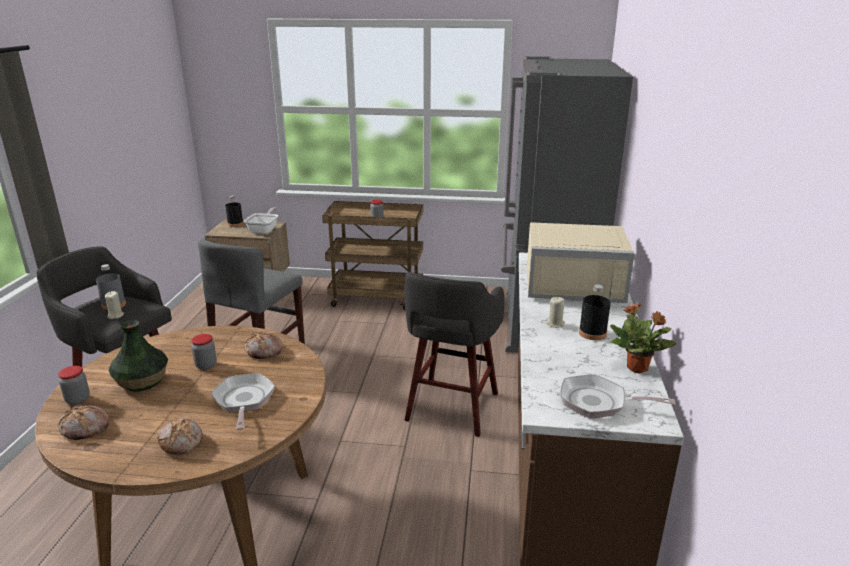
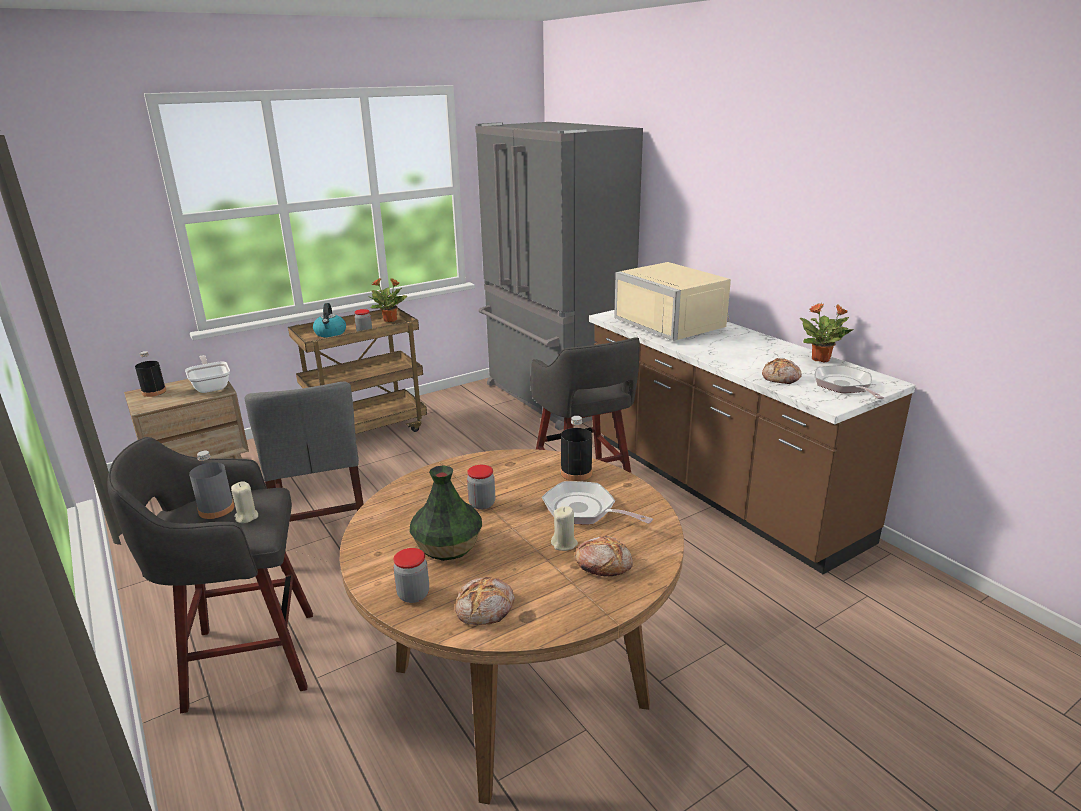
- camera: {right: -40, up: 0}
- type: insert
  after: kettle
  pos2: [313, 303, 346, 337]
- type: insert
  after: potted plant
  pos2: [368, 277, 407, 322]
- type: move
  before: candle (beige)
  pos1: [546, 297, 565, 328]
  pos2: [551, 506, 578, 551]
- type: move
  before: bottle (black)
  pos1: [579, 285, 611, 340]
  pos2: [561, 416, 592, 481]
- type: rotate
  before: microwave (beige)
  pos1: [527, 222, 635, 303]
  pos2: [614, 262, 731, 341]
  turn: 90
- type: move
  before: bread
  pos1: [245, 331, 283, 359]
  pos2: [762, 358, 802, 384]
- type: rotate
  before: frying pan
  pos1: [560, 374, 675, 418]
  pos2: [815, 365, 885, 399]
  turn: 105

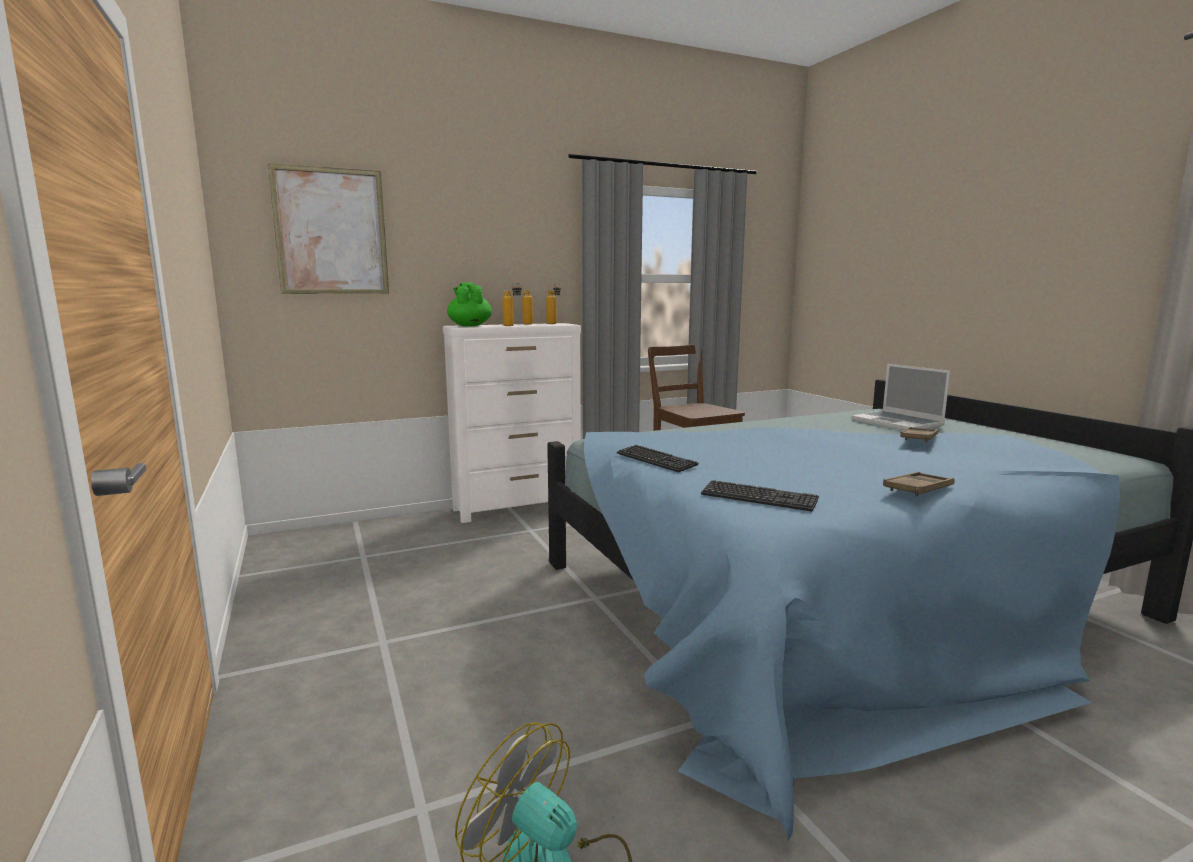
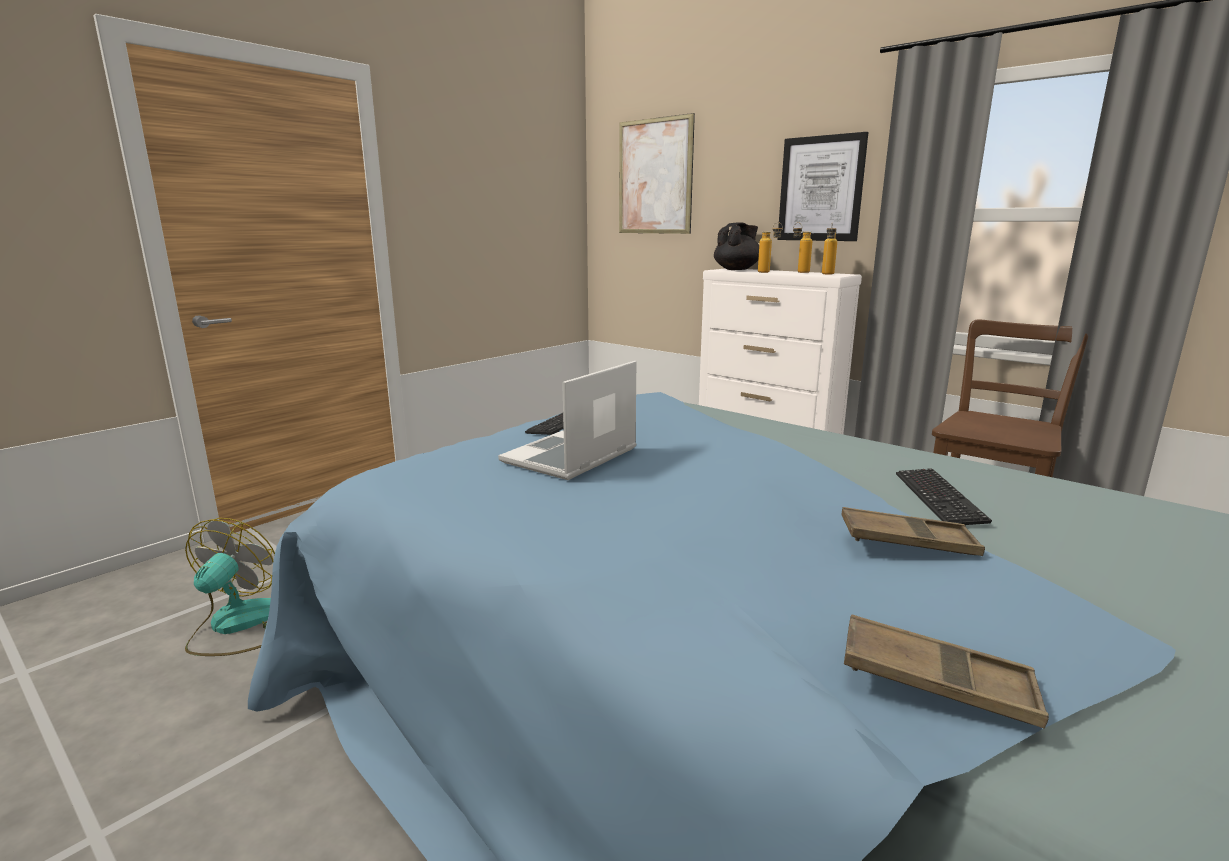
- camera: {right: 65, up: 5}
- type: move
  before: laptop
  pos1: [851, 364, 950, 430]
  pos2: [498, 361, 636, 480]
- type: recolor
  before: teapot (green)
  after: teapot (black)
  pos1: [447, 282, 492, 327]
  pos2: [714, 222, 759, 270]
- type: insert
  after: picture
  pos2: [778, 132, 868, 241]
- type: move
  before: tray (brown)
  pos1: [883, 472, 954, 497]
  pos2: [844, 615, 1049, 729]
- type: move
  before: keyboard
  pos1: [701, 480, 819, 511]
  pos2: [896, 468, 992, 525]

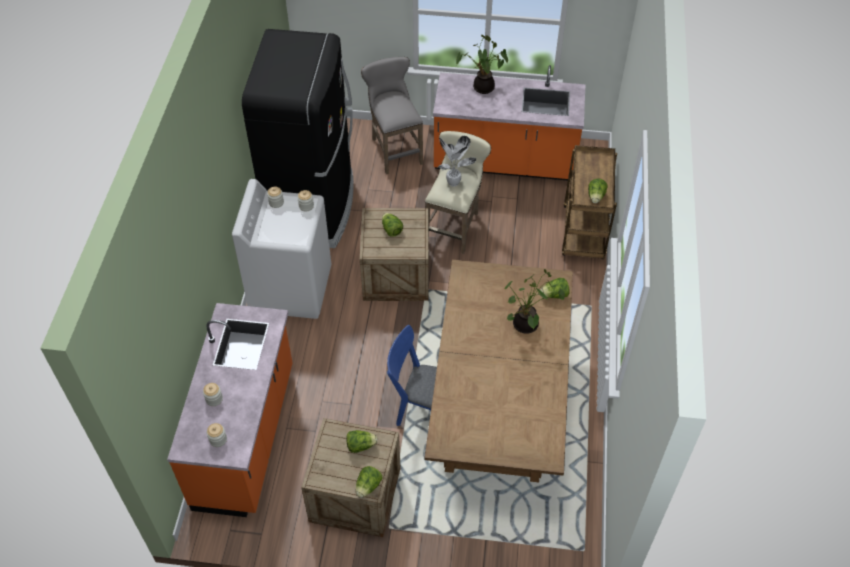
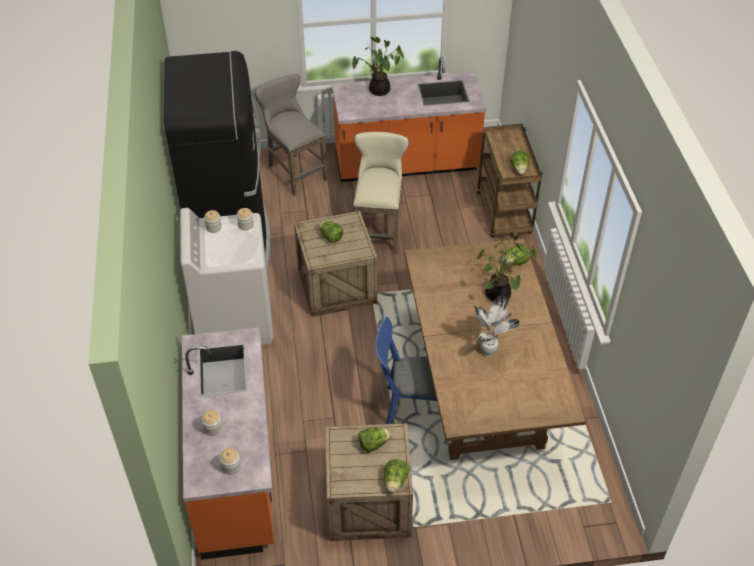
- camera: {right: -15, up: -5}
- type: move
  before: potted plant
  pos1: [438, 136, 476, 187]
  pos2: [474, 296, 520, 356]

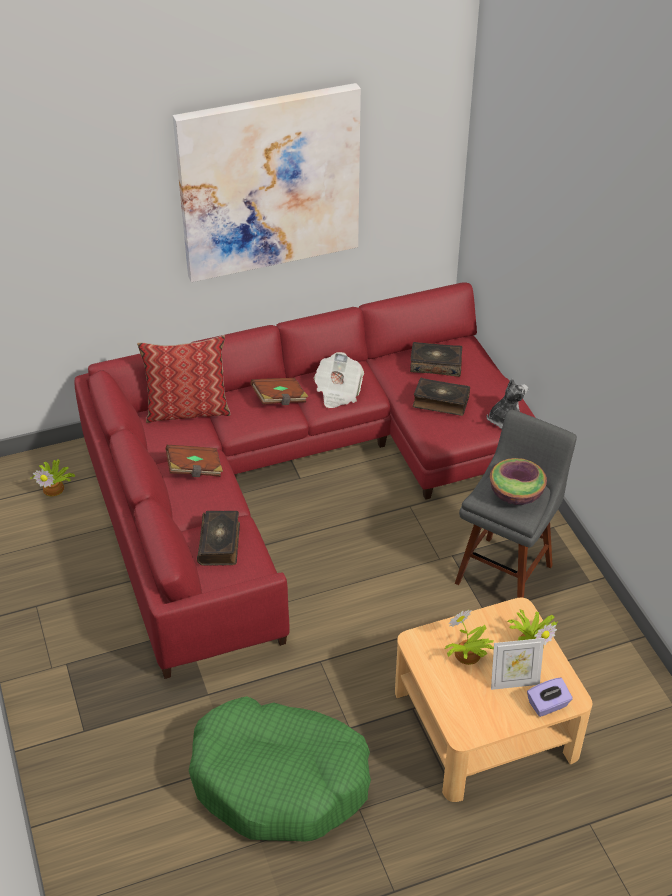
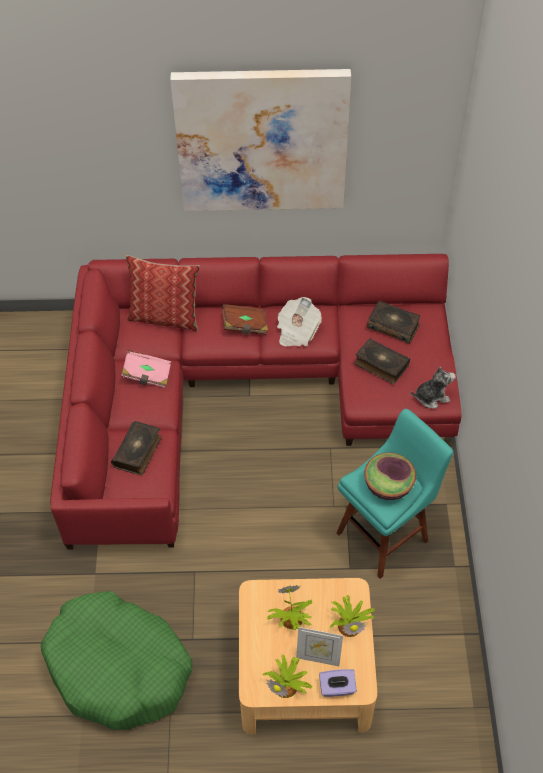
- camera: {right: 20, up: 10}
- type: recolor
  before: book (brown)
  after: book (pink)
  pos1: [166, 445, 223, 477]
  pos2: [121, 350, 171, 388]
- type: move
  before: potted plant
  pos1: [30, 459, 75, 496]
  pos2: [263, 655, 313, 698]
- type: recolor
  before: stool (grey)
  after: stool (turquoise)
  pos1: [455, 410, 577, 598]
  pos2: [336, 409, 453, 579]

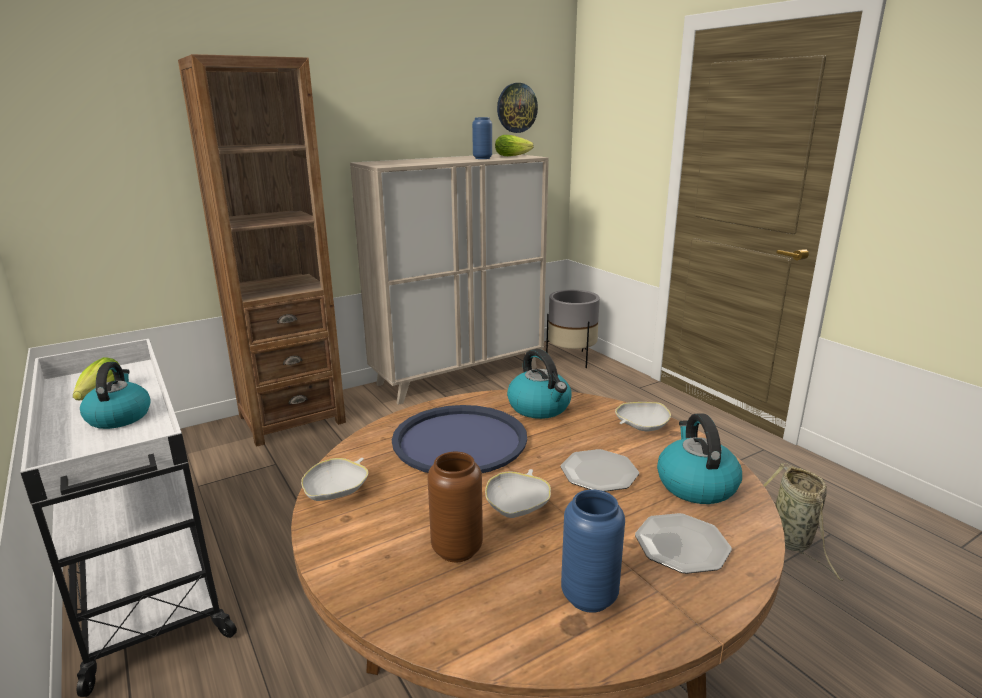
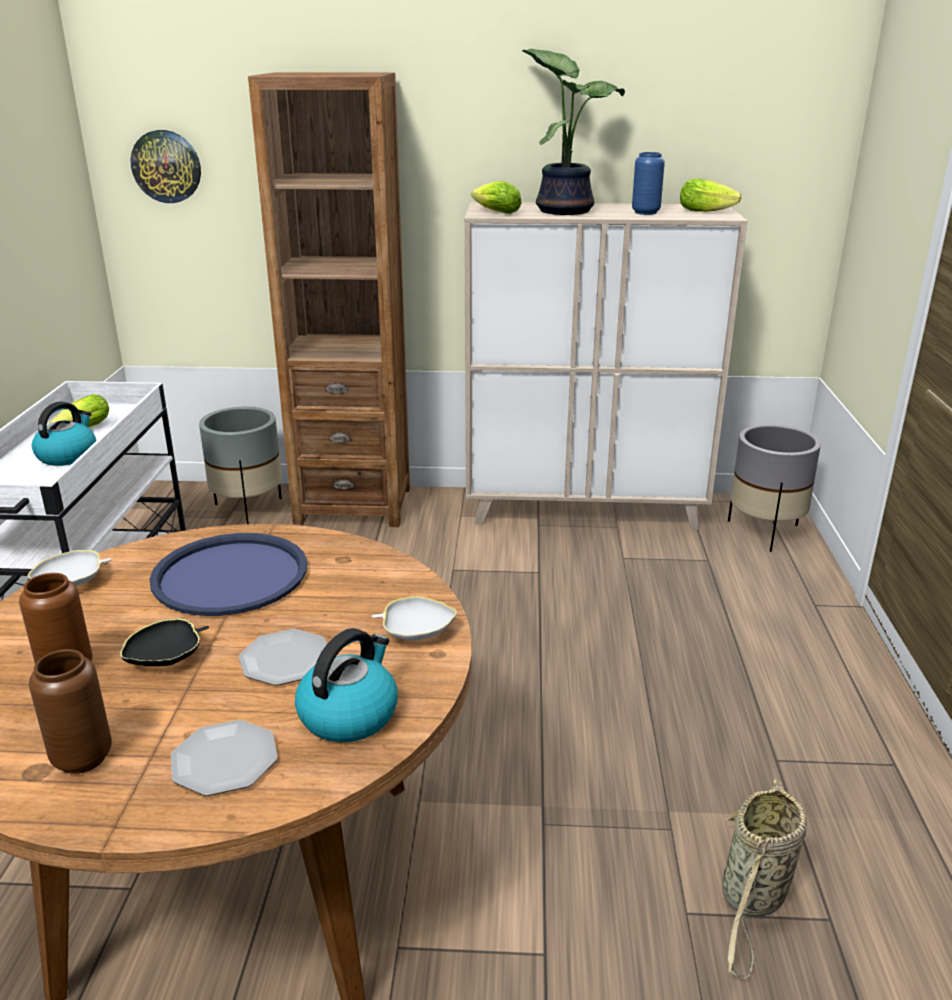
- camera: {right: 35, up: 5}
- type: recolor
  before: vase (blue)
  after: vase (brown)
  pos1: [561, 489, 625, 613]
  pos2: [29, 649, 112, 774]
- type: recolor
  before: bowl (white)
  after: bowl (black)
  pos1: [485, 469, 551, 518]
  pos2: [120, 618, 209, 666]
- type: move
  before: wall clock
  pos1: [497, 83, 538, 133]
  pos2: [130, 130, 201, 203]
- type: insert
  after: planter (grey)
  pos2: [199, 407, 282, 524]
- type: insert
  after: lettuce
  pos2: [471, 181, 522, 214]
- type: insert
  after: potted plant
  pos2: [522, 49, 625, 215]
- type: delete
  before: kettle
  pos1: [507, 349, 572, 419]

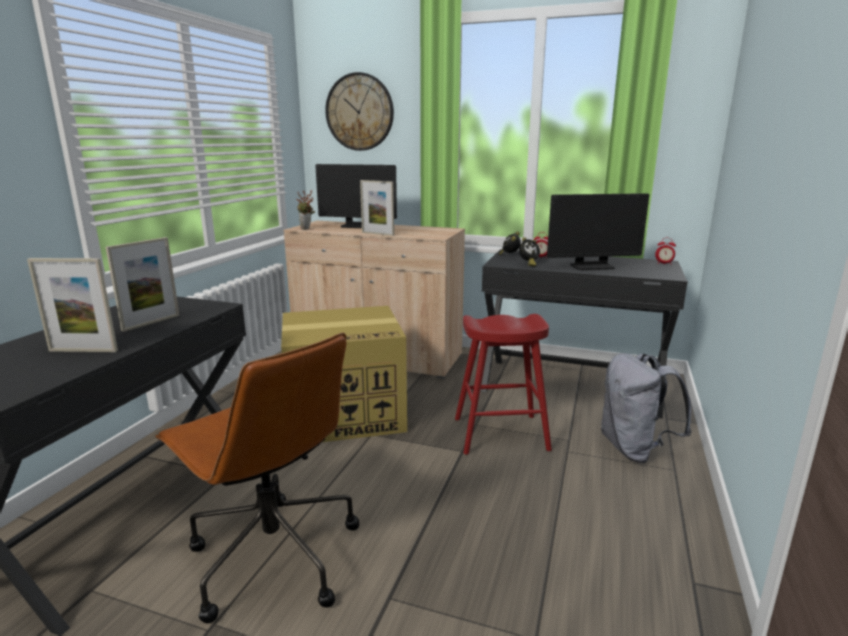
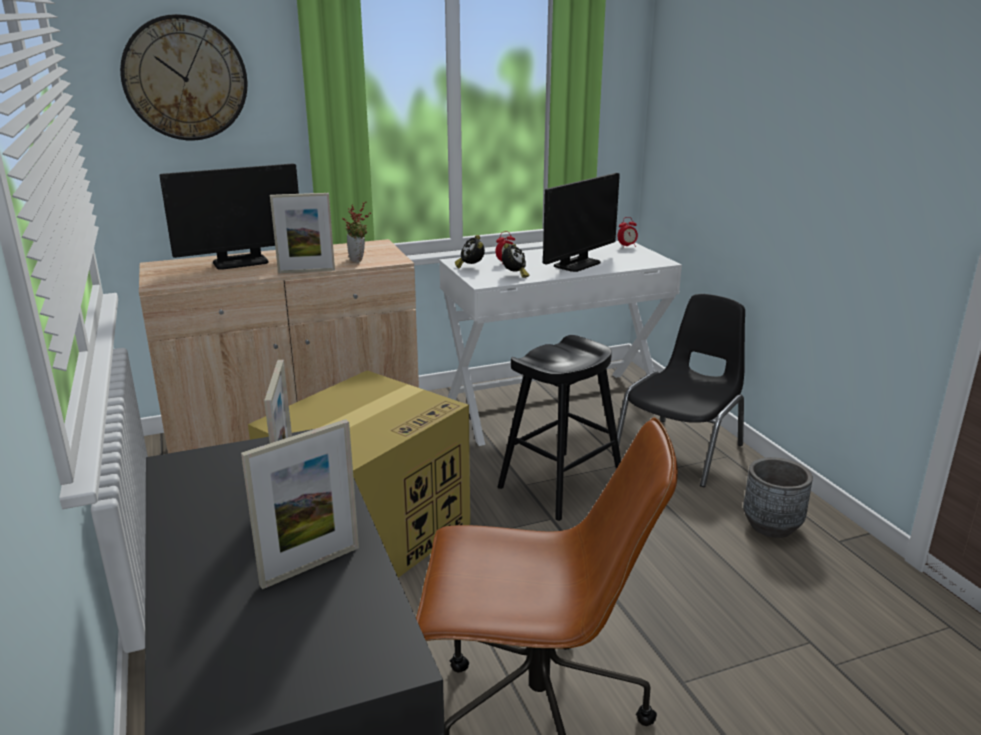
- camera: {right: -40, up: 5}
- type: move
  before: potted plant
  pos1: [296, 191, 315, 230]
  pos2: [342, 201, 371, 262]
- type: recolor
  before: desk (black)
  after: desk (white)
  pos1: [481, 249, 688, 419]
  pos2: [439, 241, 682, 446]
- type: recolor
  before: stool (red)
  after: stool (black)
  pos1: [455, 314, 552, 455]
  pos2: [498, 335, 621, 521]
- type: replace
  before: backpack (grey)
  after: chair (black)
  pos1: [601, 353, 692, 463]
  pos2: [612, 294, 745, 487]
- type: insert
  after: planter (grey)
  pos2: [743, 457, 813, 538]

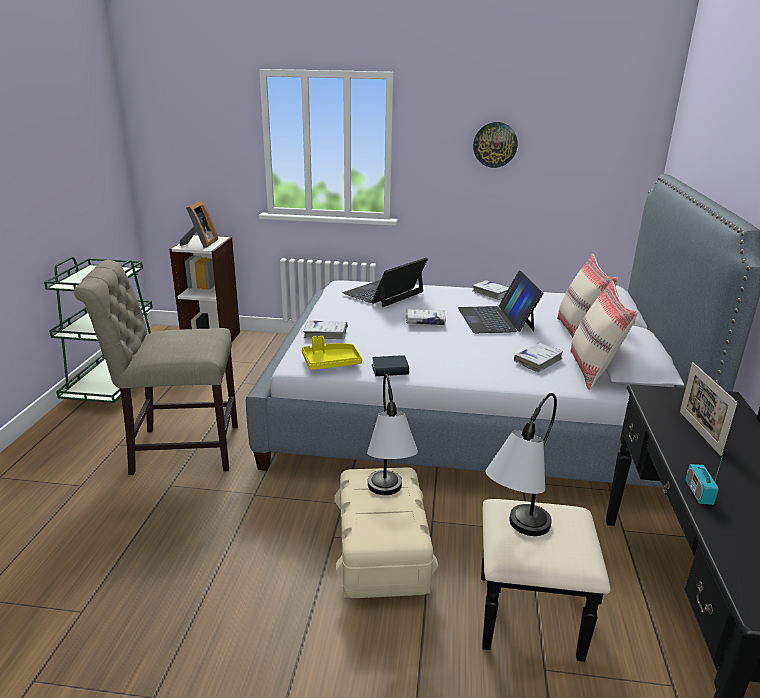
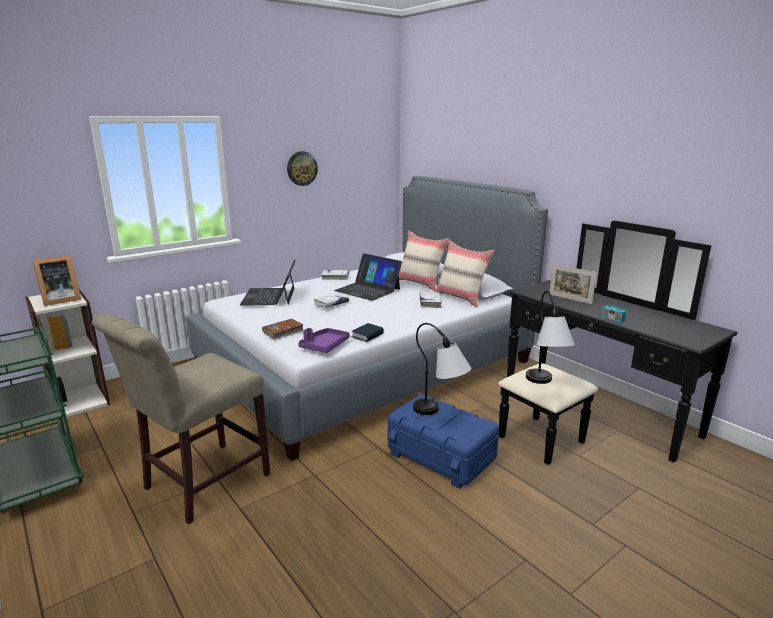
- camera: {right: -45, up: -5}
- type: rotate
  before: picture frame
  pos1: [180, 200, 218, 248]
  pos2: [32, 255, 81, 306]
  turn: 90
- type: recolor
  before: book (white)
  after: book (brown)
  pos1: [303, 321, 348, 339]
  pos2: [262, 319, 304, 340]
- type: recolor
  before: tray (yellow)
  after: tray (purple)
  pos1: [302, 336, 362, 370]
  pos2: [298, 328, 350, 353]
- type: recolor
  before: storage box (beige)
  after: storage box (blue)
  pos1: [335, 467, 438, 598]
  pos2: [388, 394, 499, 489]

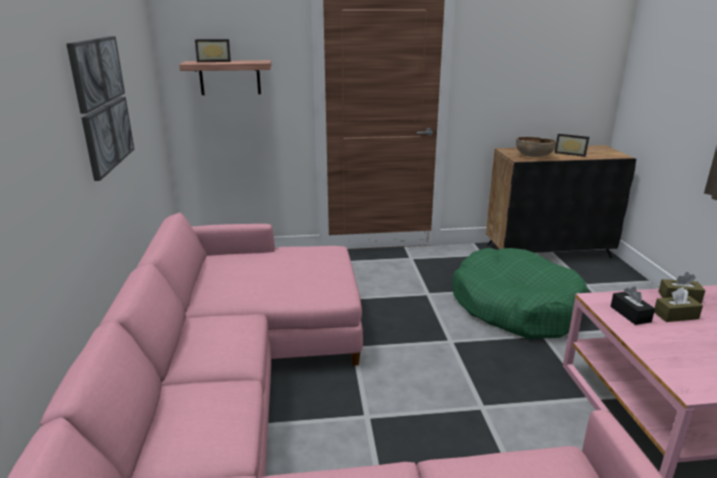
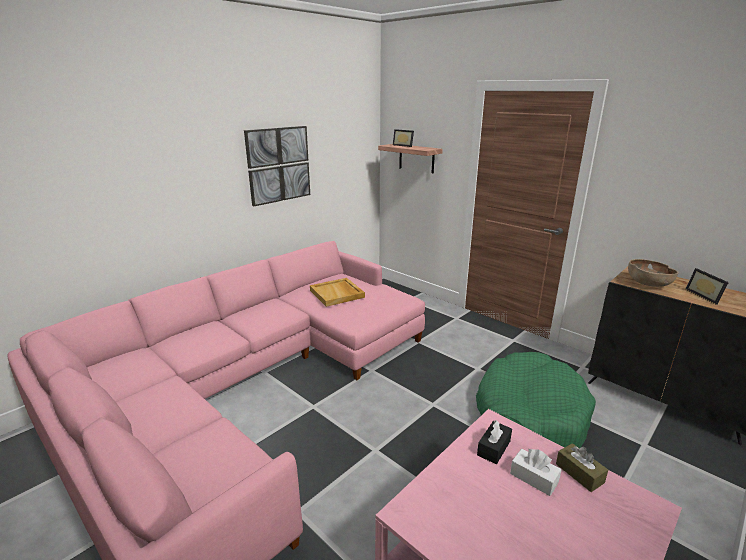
- camera: {right: 50, up: 0}
- type: insert
  after: tray (beige)
  pos2: [310, 278, 365, 307]
- type: recolor
  before: tissue box (brown)
  after: tissue box (white)
  pos1: [654, 287, 703, 322]
  pos2: [510, 449, 562, 496]

